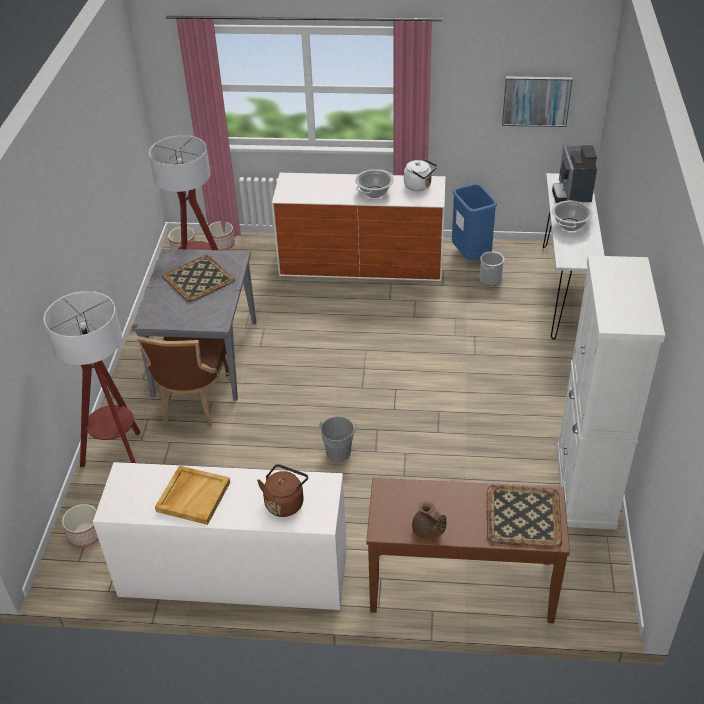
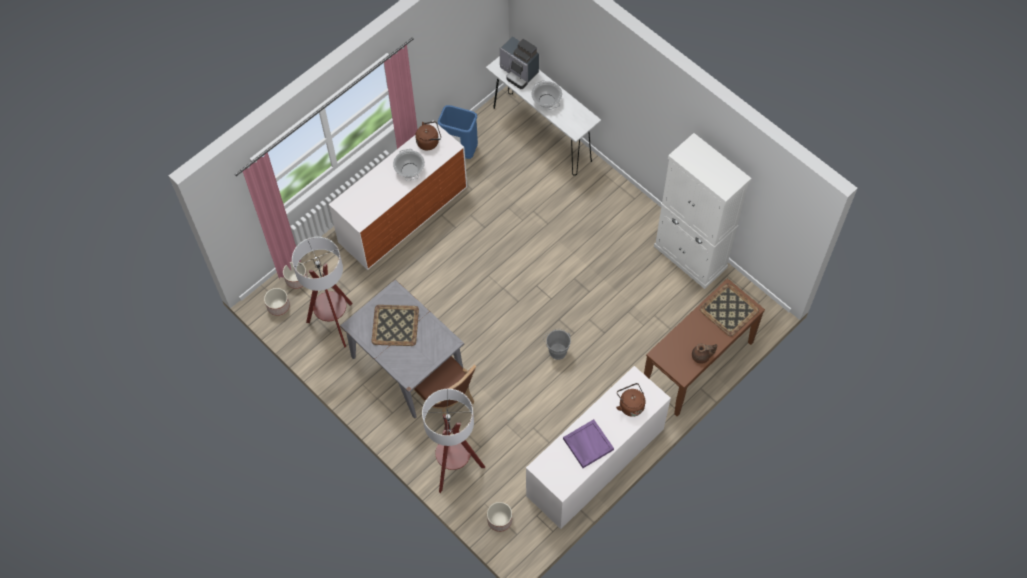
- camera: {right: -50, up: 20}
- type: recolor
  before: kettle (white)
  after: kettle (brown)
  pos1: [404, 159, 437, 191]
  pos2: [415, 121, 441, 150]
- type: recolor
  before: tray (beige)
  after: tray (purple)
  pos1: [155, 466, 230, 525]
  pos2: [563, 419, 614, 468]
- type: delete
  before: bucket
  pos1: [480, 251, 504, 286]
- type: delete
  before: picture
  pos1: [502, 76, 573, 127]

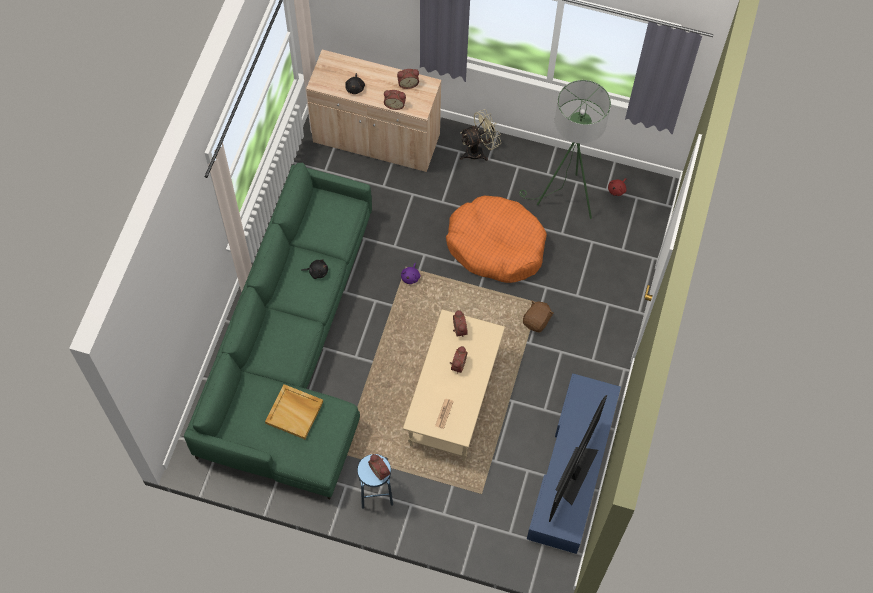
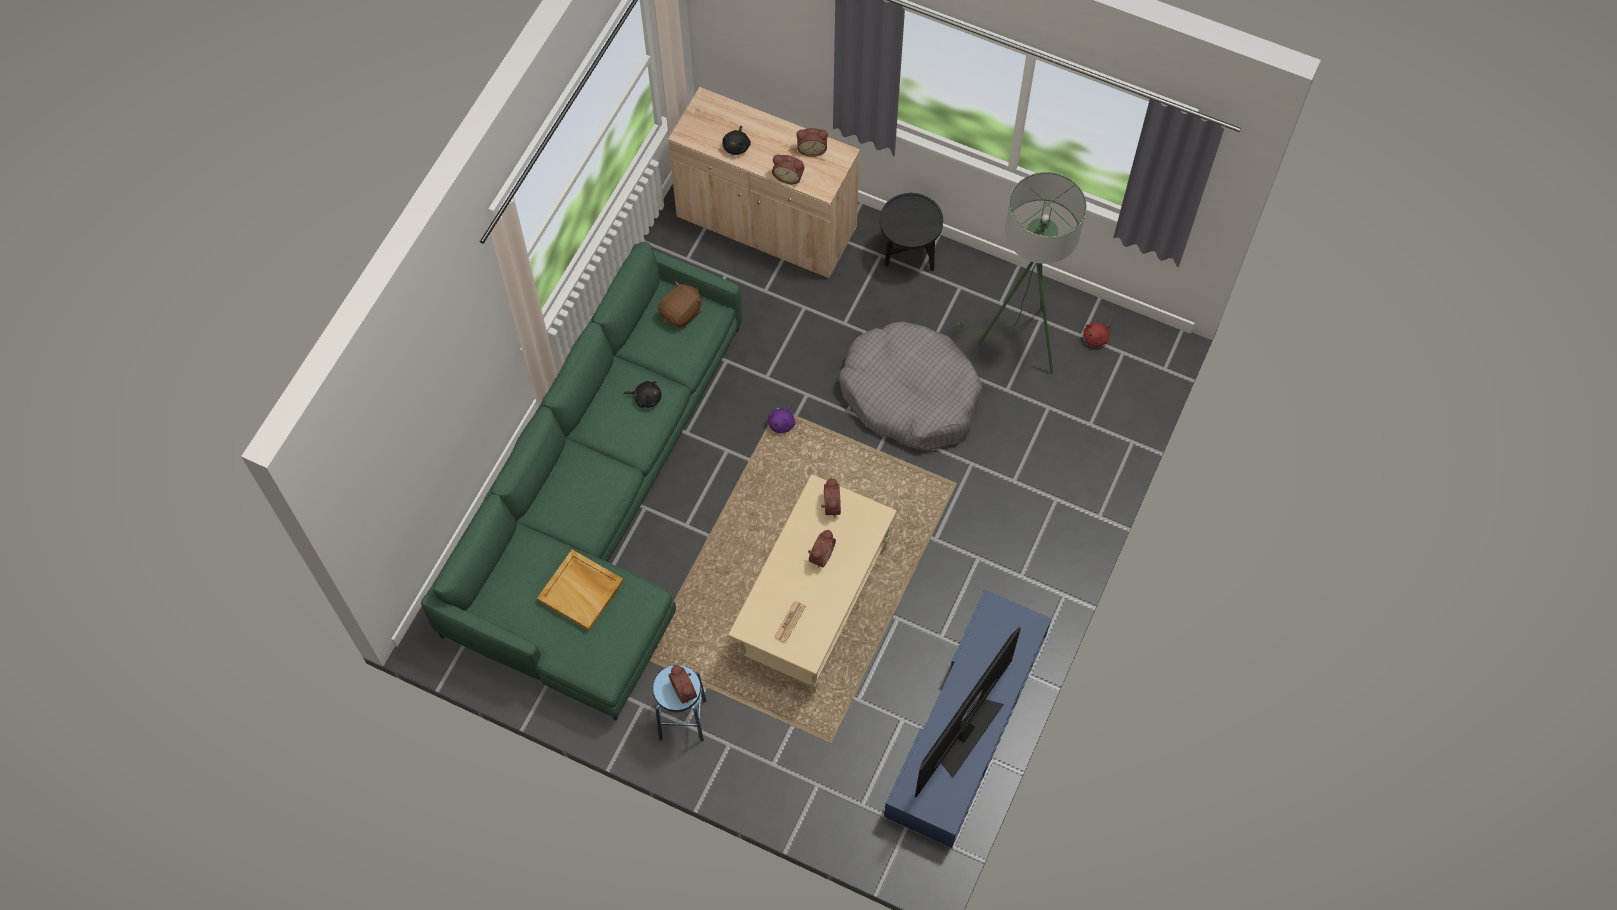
- camera: {right: 10, up: 0}
- type: move
  before: plush toy (brown)
  pos1: [523, 300, 554, 332]
  pos2: [658, 281, 702, 329]
- type: recolor
  before: dog bed (orange)
  after: dog bed (grey)
  pos1: [446, 195, 547, 283]
  pos2: [839, 321, 982, 450]
- type: replace
  before: fan (beige)
  after: side table (black)
  pos1: [460, 109, 501, 161]
  pos2: [880, 193, 943, 271]

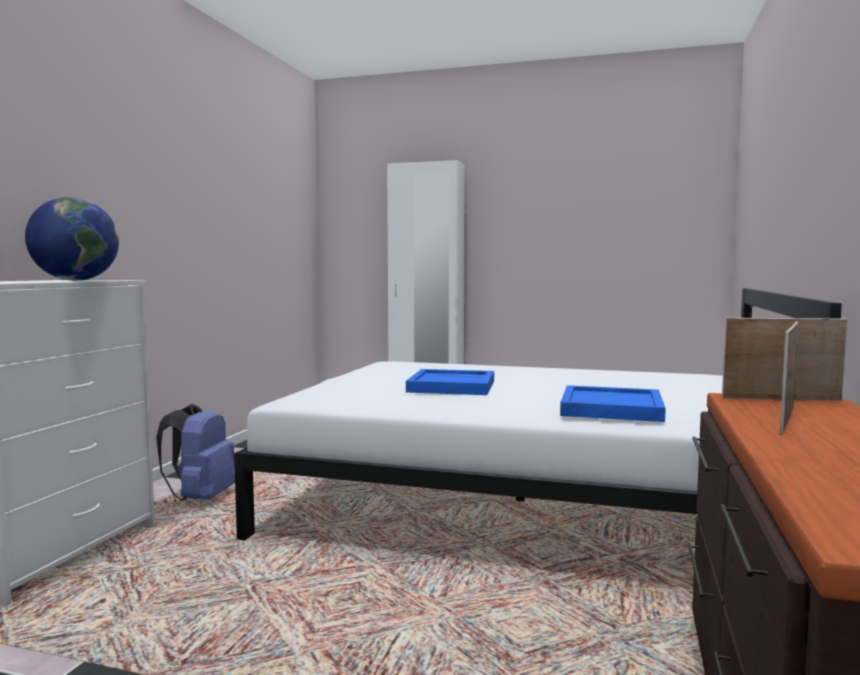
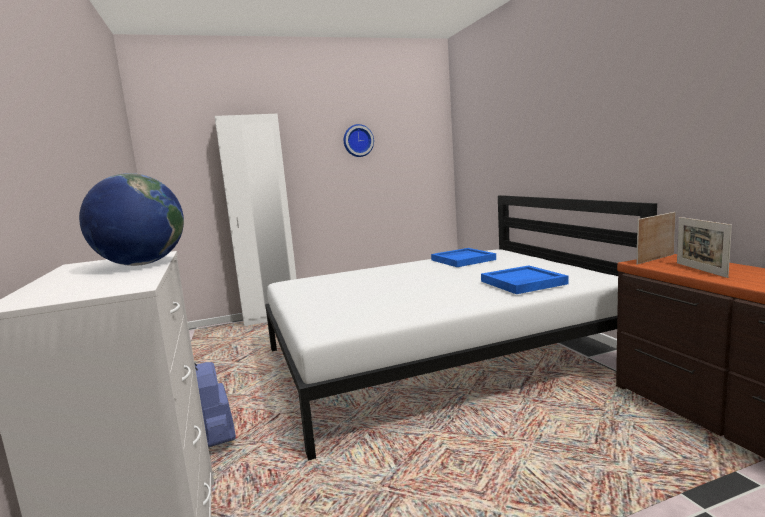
- camera: {right: -35, up: 5}
- type: insert
  after: wall clock
  pos2: [344, 124, 374, 157]
- type: move
  before: tray (blue)
  pos1: [406, 369, 494, 395]
  pos2: [431, 248, 496, 267]

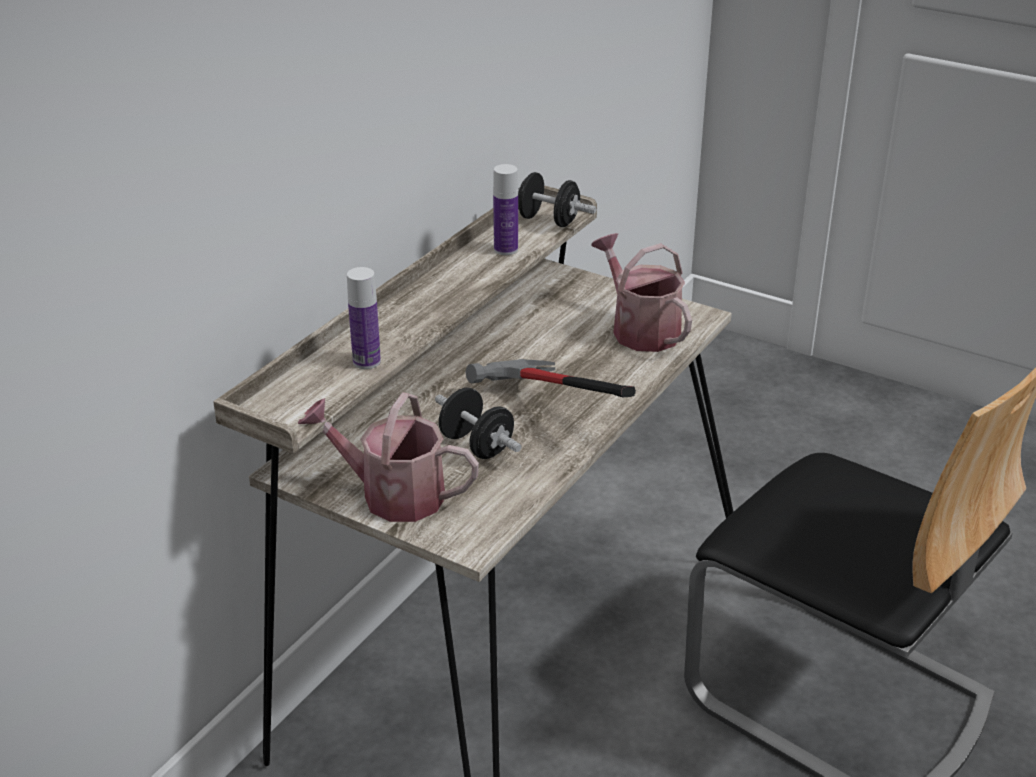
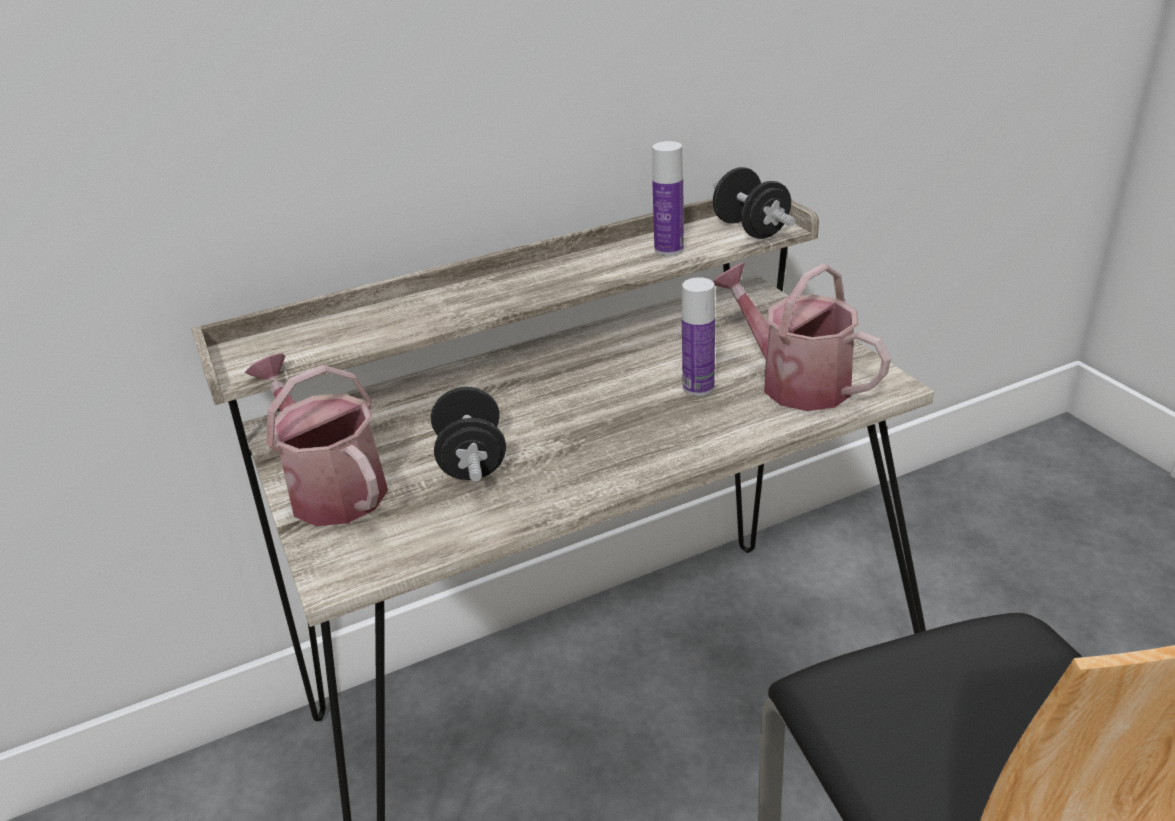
- camera: {right: 35, up: 0}
- type: move
  before: bottle
  pos1: [347, 267, 381, 369]
  pos2: [682, 277, 715, 396]
- type: rotate
  before: watering can
  pos1: [591, 233, 692, 352]
  pos2: [713, 263, 891, 411]
  turn: -45
- type: delete
  before: hammer
  pos1: [466, 359, 636, 397]

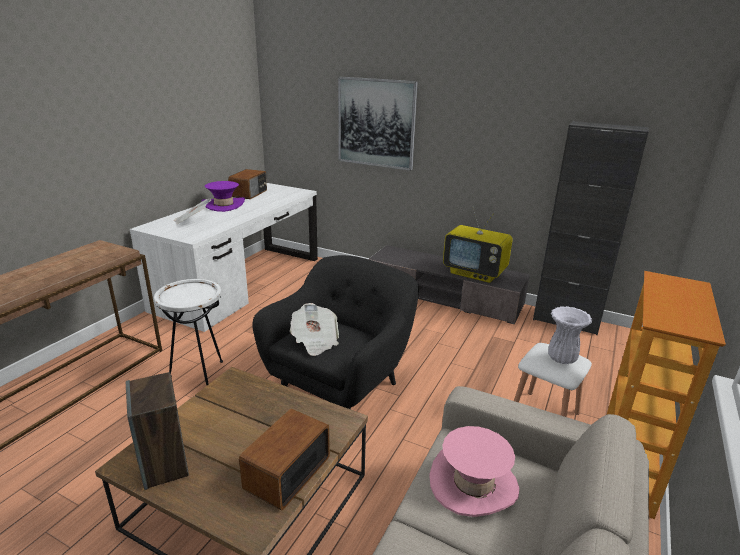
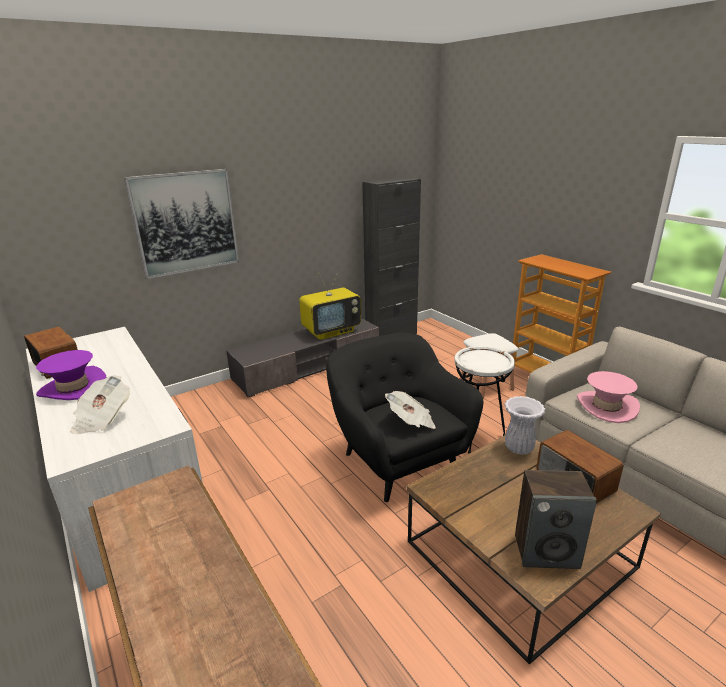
- camera: {right: -60, up: 0}
- type: move
  before: side table (white)
  pos1: [154, 279, 223, 386]
  pos2: [454, 346, 515, 453]
- type: move
  before: vase (white)
  pos1: [548, 306, 592, 364]
  pos2: [504, 396, 545, 455]

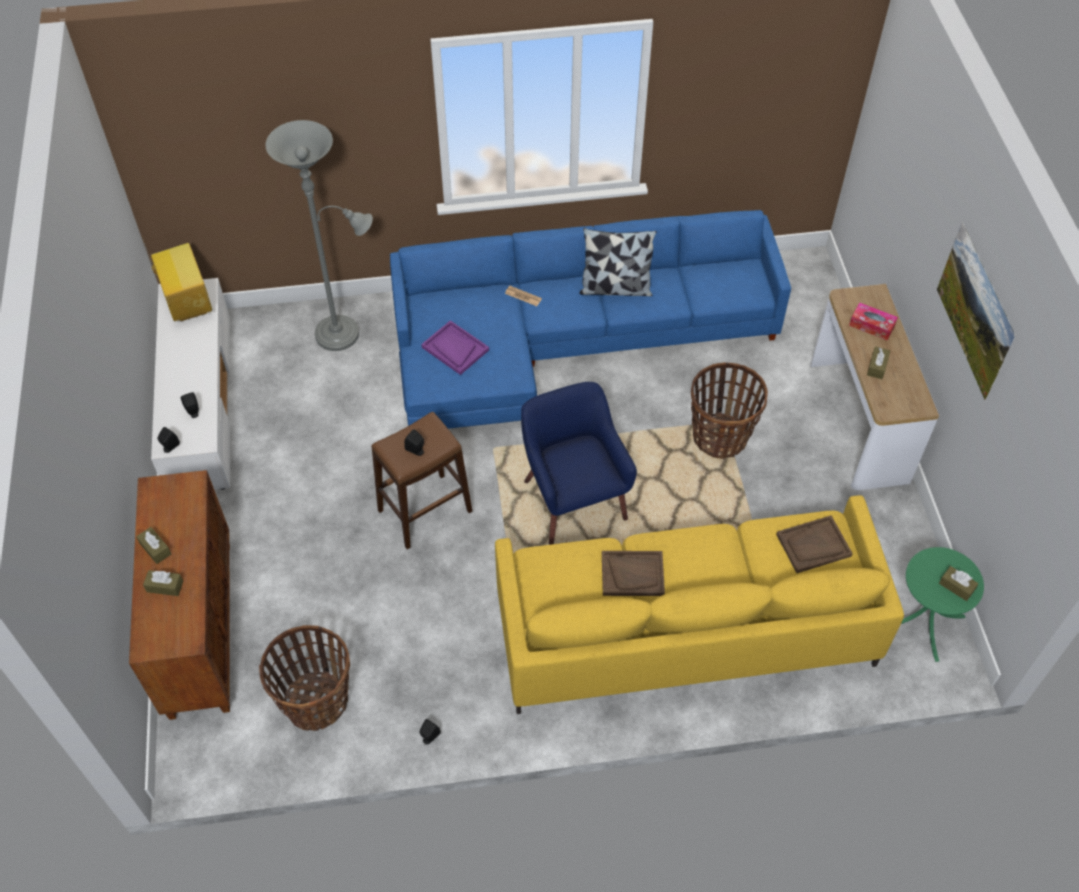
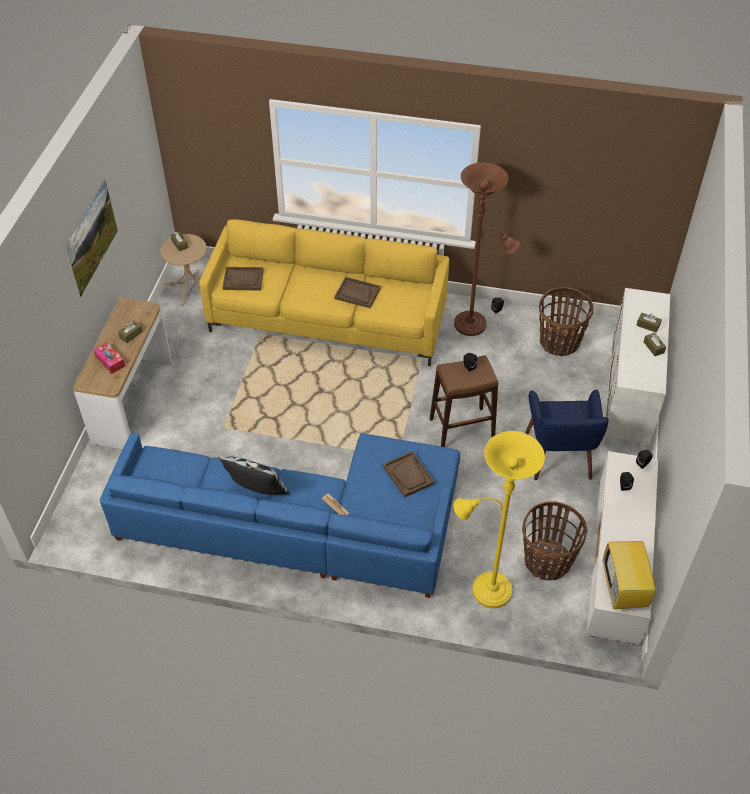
- camera: {right: -160, up: -5}
- type: recolor
  before: side table (green)
  after: side table (beige)
  pos1: [901, 547, 984, 662]
  pos2: [160, 234, 207, 306]
- type: recolor
  before: tray (purple)
  after: tray (brown)
  pos1: [421, 320, 489, 375]
  pos2: [383, 451, 435, 498]
- type: insert
  after: floor lamp (brown)
  pos2: [454, 162, 520, 336]
- type: recolor
  before: floor lamp (grey)
  after: floor lamp (yellow)
  pos1: [265, 120, 373, 351]
  pos2: [454, 431, 545, 608]
- type: move
  before: basket
  pos1: [691, 362, 768, 459]
  pos2: [522, 501, 588, 580]
- type: move
  before: armchair (blue)
  pos1: [521, 382, 637, 545]
  pos2: [525, 390, 609, 480]
- type: recolor
  before: cabinet (brown)
  after: cabinet (white)
  pos1: [129, 470, 230, 720]
  pos2: [604, 288, 670, 451]

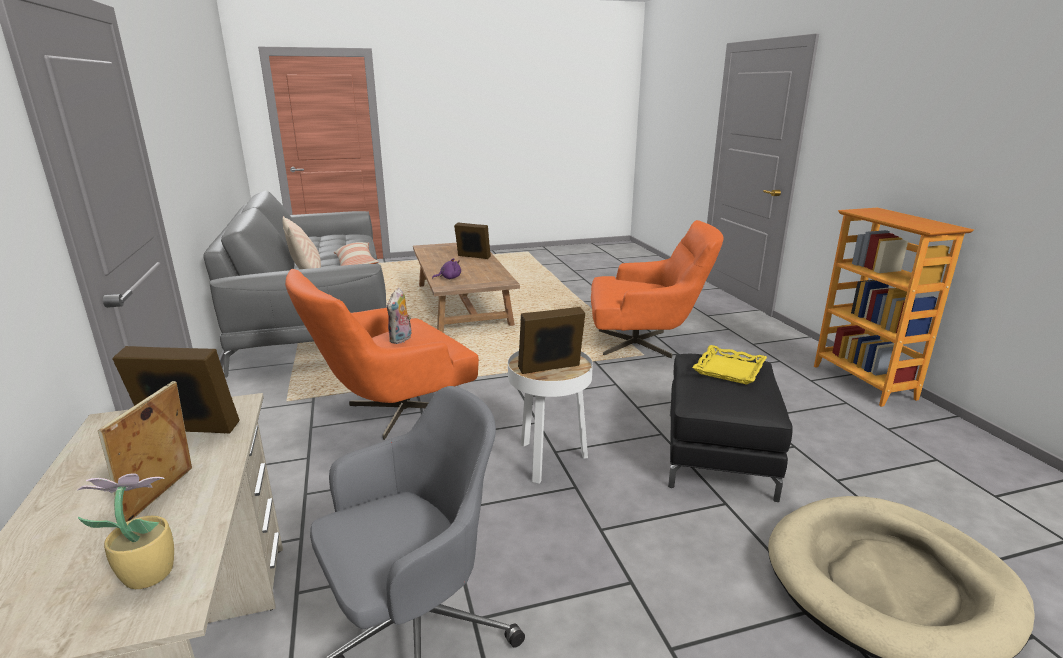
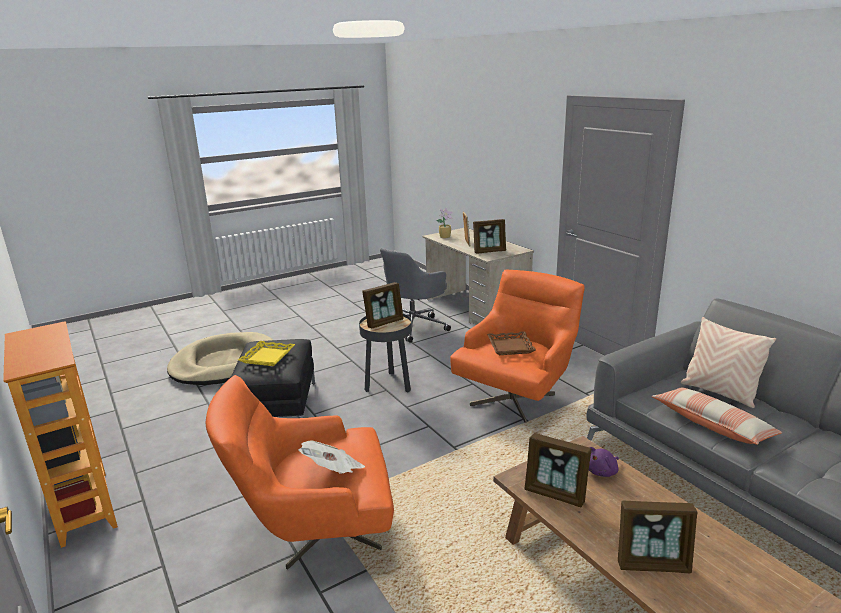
- camera: {right: 165, up: 0}
- type: insert
  after: newspaper
  pos2: [298, 441, 365, 474]
- type: recolor
  before: side table (white)
  after: side table (black)
  pos1: [508, 351, 593, 484]
  pos2: [359, 314, 412, 392]
- type: replace
  before: plush toy
  after: tray (brown)
  pos1: [387, 288, 411, 344]
  pos2: [487, 331, 536, 355]
- type: insert
  after: picture frame
  pos2: [524, 433, 592, 507]

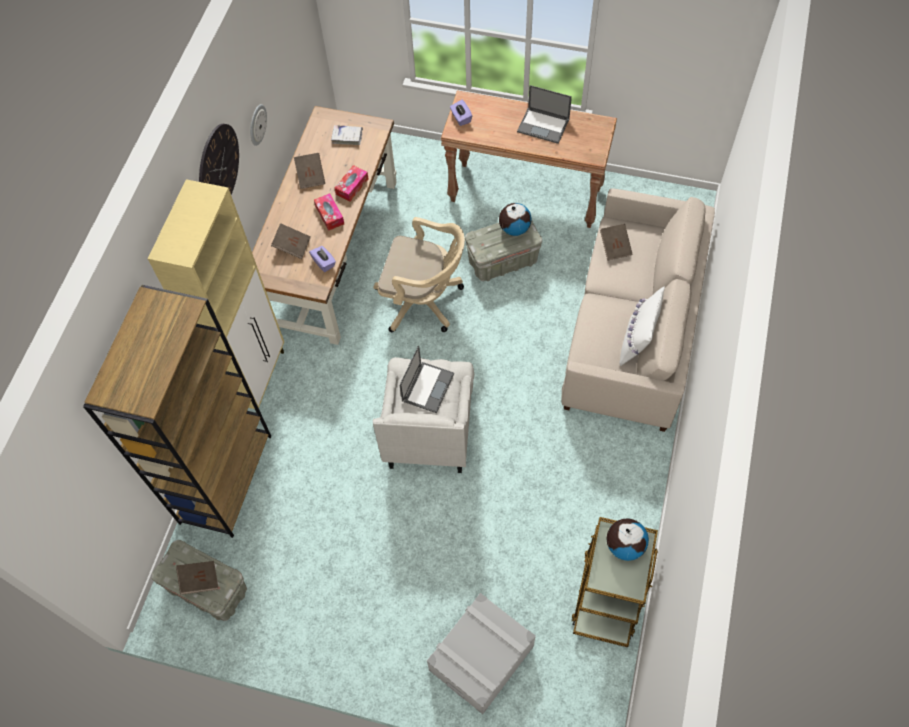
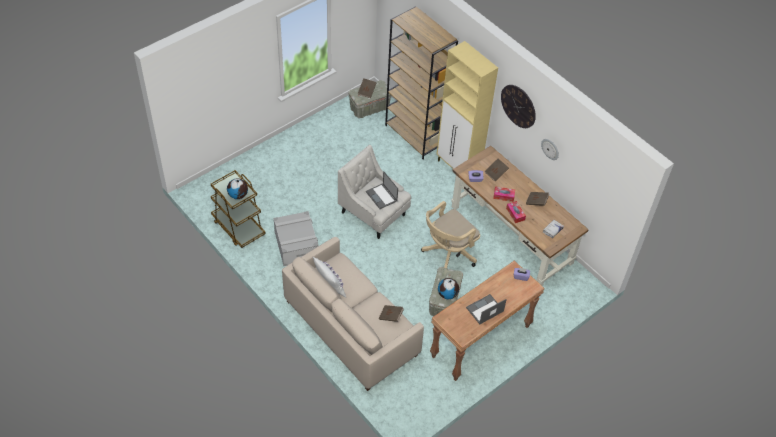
- camera: {right: 120, up: -10}
- type: move
  before: storage box (grey)
  pos1: [427, 593, 536, 715]
  pos2: [273, 211, 318, 266]

